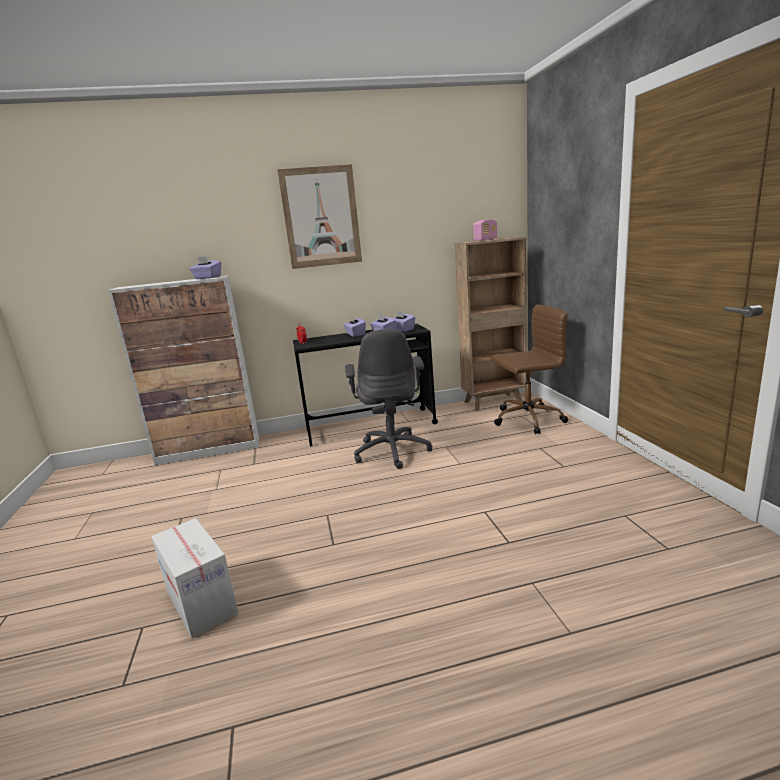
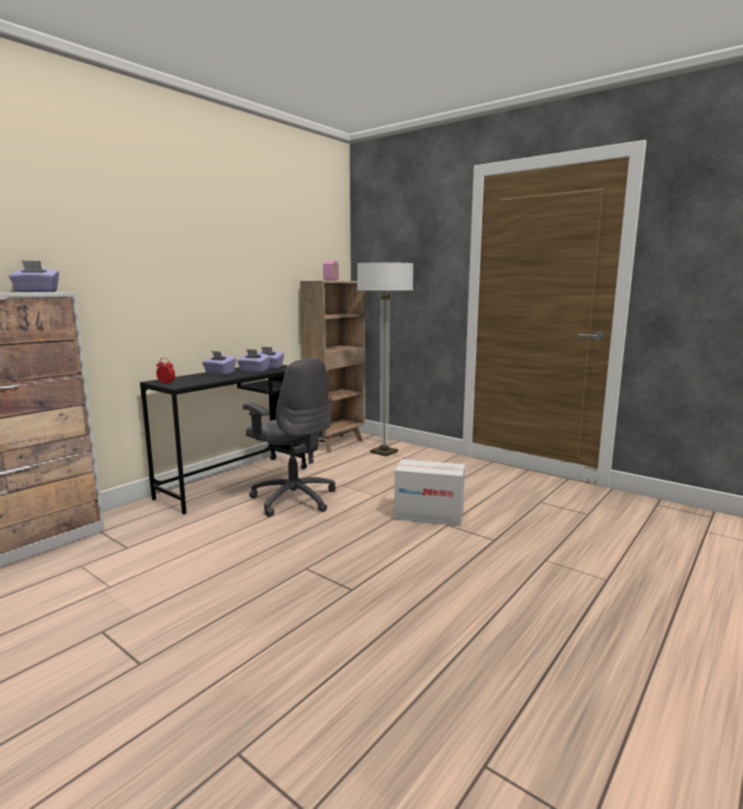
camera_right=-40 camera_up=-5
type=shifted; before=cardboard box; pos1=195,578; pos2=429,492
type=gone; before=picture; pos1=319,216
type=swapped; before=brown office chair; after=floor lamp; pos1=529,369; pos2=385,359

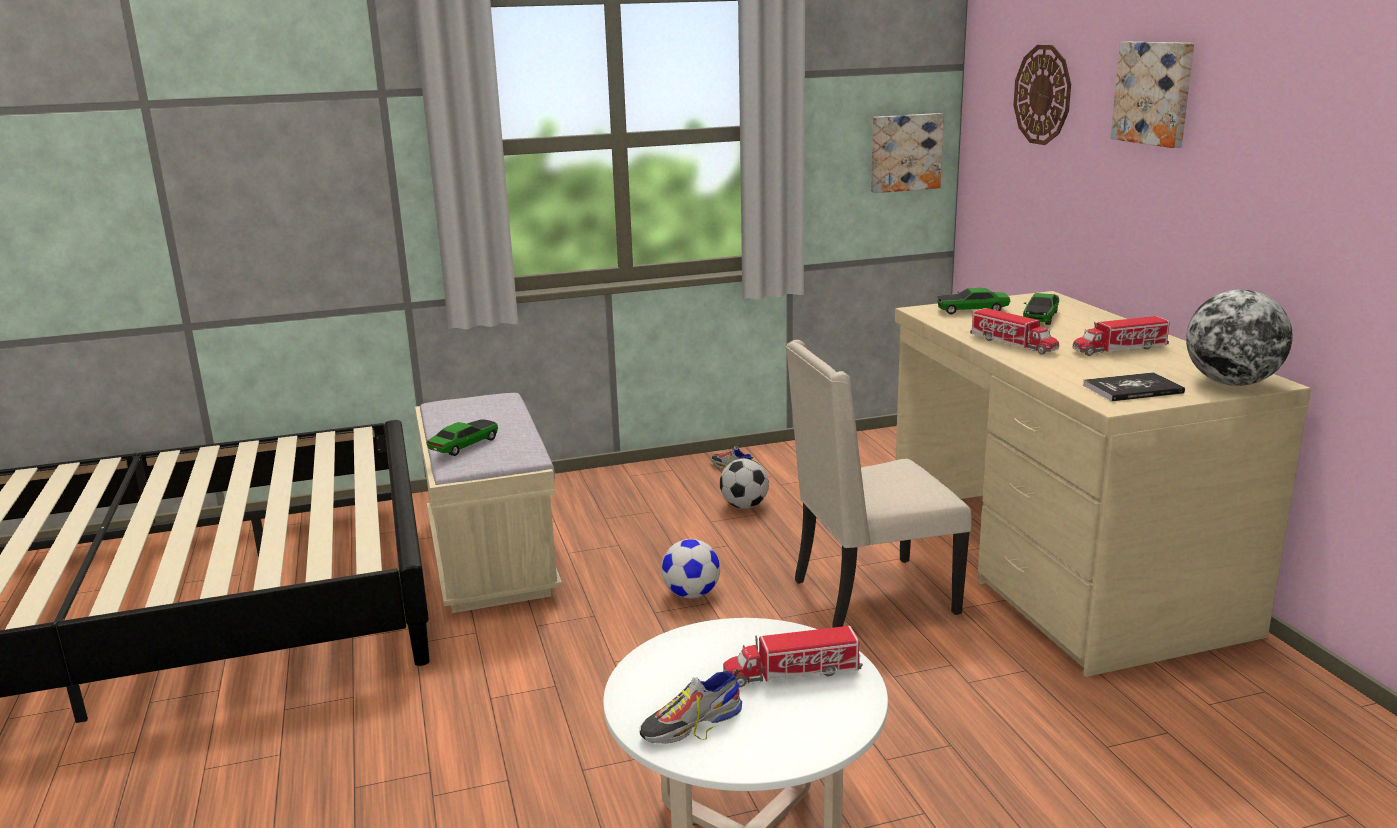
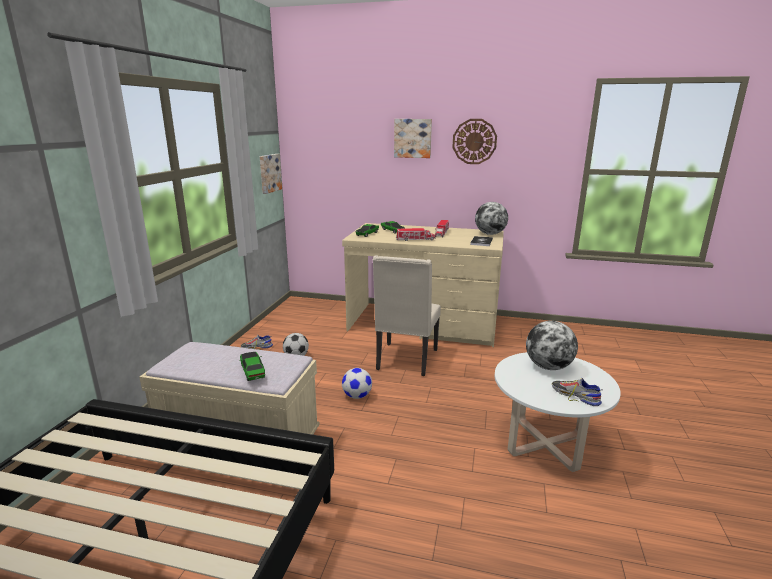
camera_right=-60 camera_up=0
type=rotated; before=shoe; pos1=690,706; pos2=577,392; turn=135
type=swapped; before=toy truck; after=globe; pos1=793,657; pos2=552,345
type=shifted; before=wall clock; pos1=1042,95; pos2=474,141

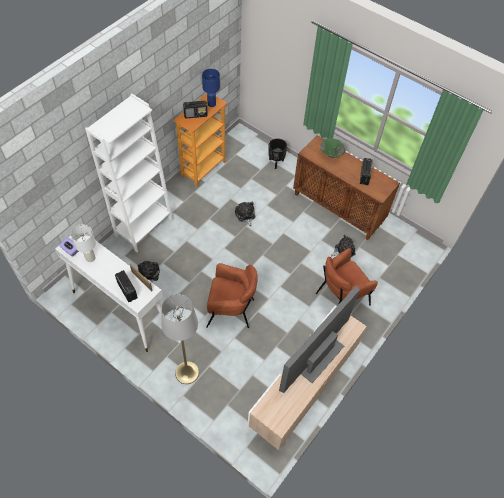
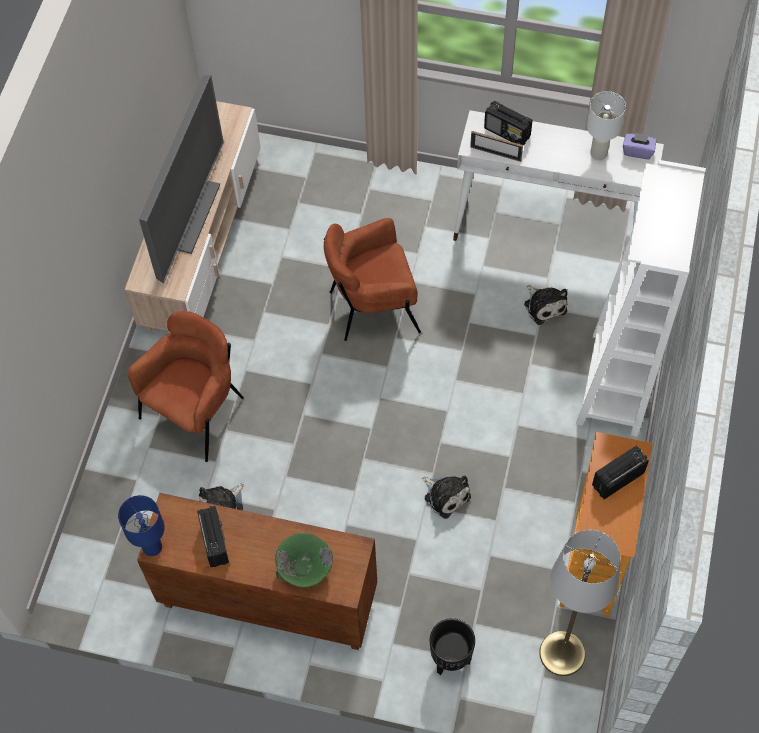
camera_right=160 camera_up=5
type=shifted; before=grey floor lamp; pos1=180,339; pos2=580,603
type=shifted; before=blue table lamp; pos1=211,88; pos2=141,525

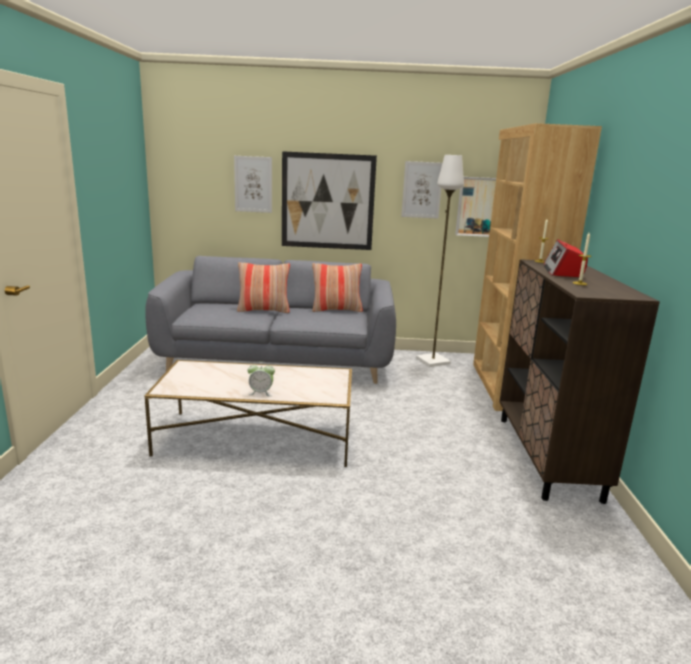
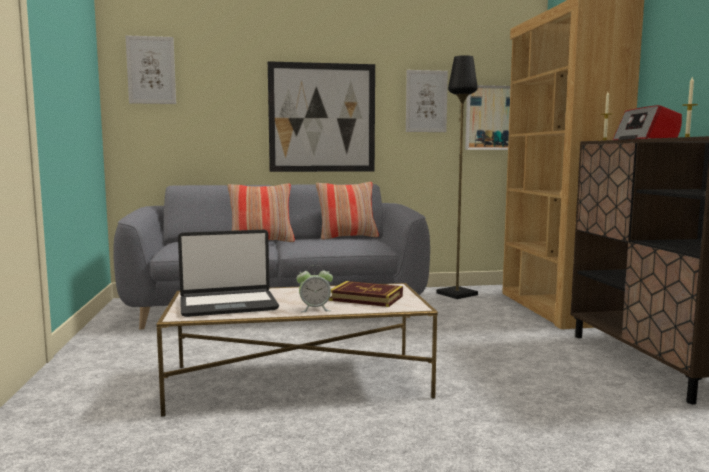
camera_right=-10 camera_up=-10
type=shifted; before=picture; pos1=253,184; pos2=150,69
type=repainted; before=white floor lamp; after=black floor lamp; pos1=440,261; pos2=457,177
type=new; after=laptop; pos2=228,273
type=new; after=book; pos2=366,294

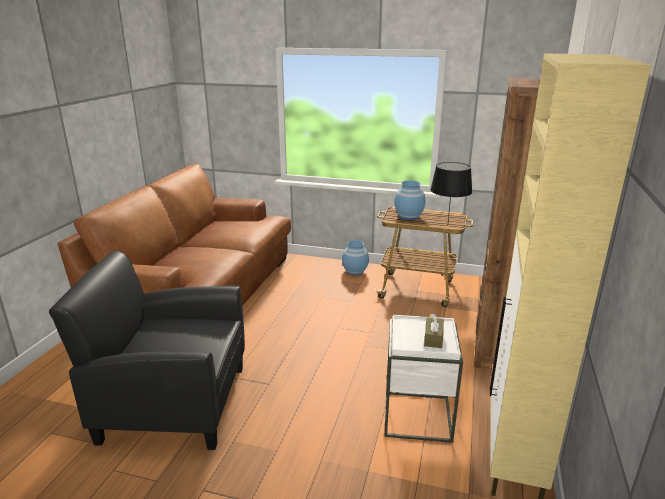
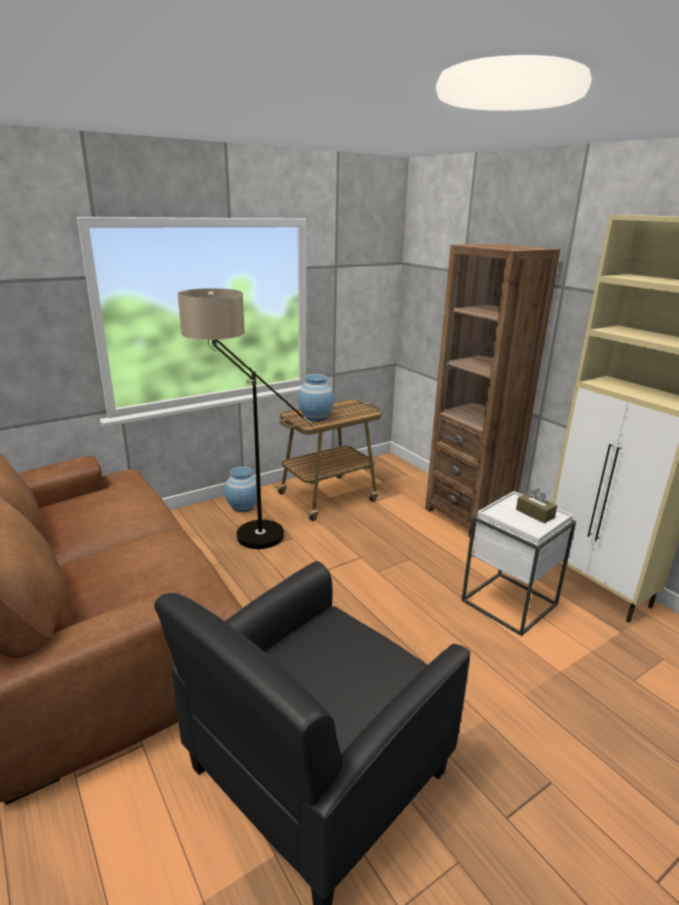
camera_right=-50 camera_up=0
type=gone; before=black table lamp; pos1=451,194
type=new; after=floor lamp; pos2=245,418

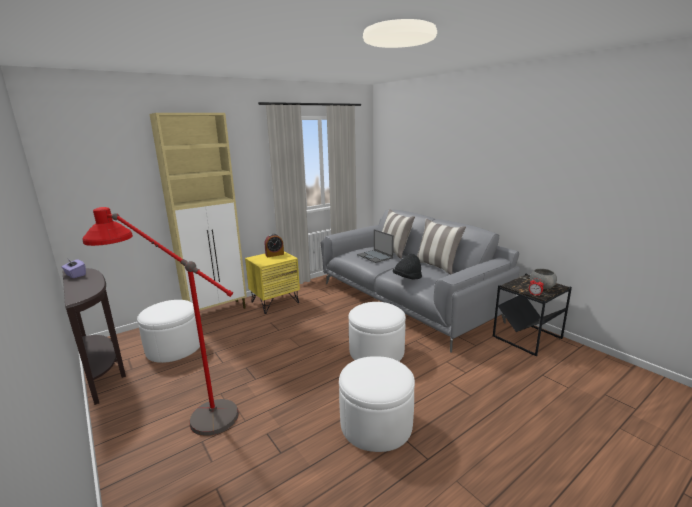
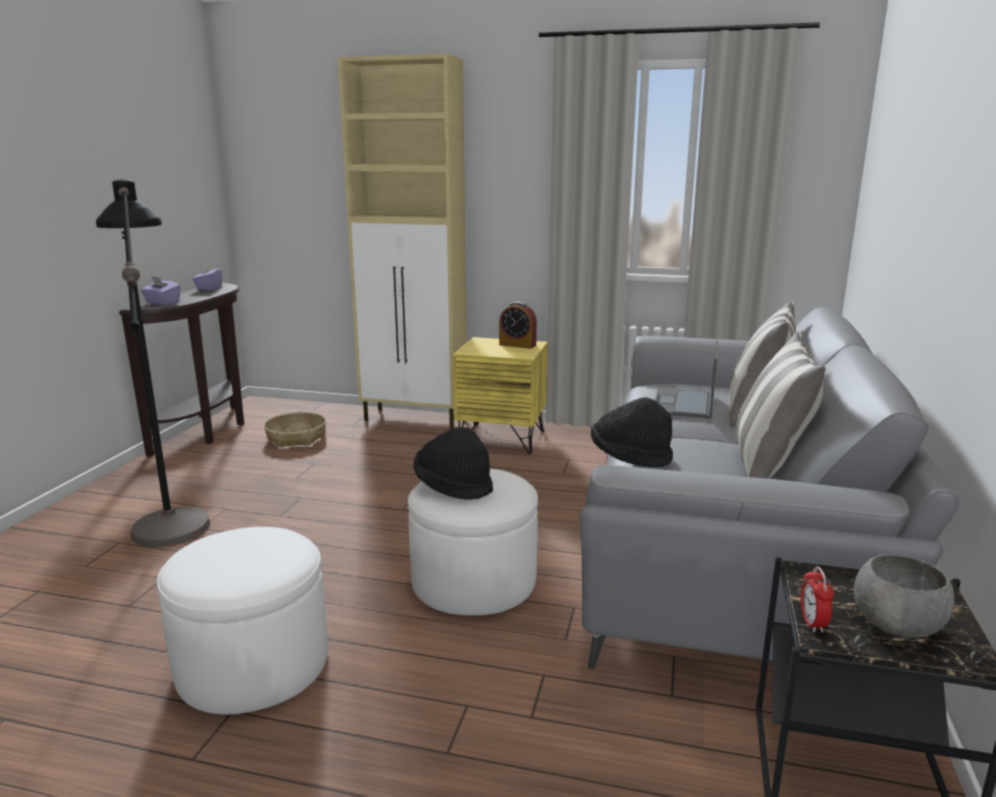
camera_right=50 camera_up=0
type=repainted; before=red floor lamp; after=black floor lamp; pos1=161,321; pos2=153,363
type=swapped; before=white ottoman; after=basket; pos1=168,331; pos2=295,429
type=new; after=purple tissue box; pos2=161,291
type=new; after=black hat; pos2=453,463

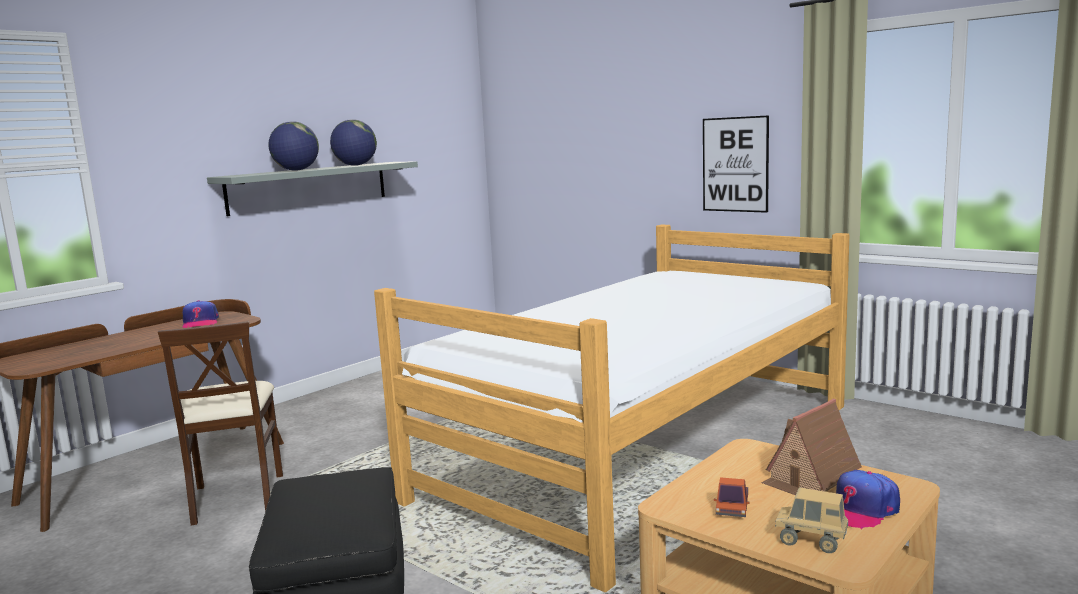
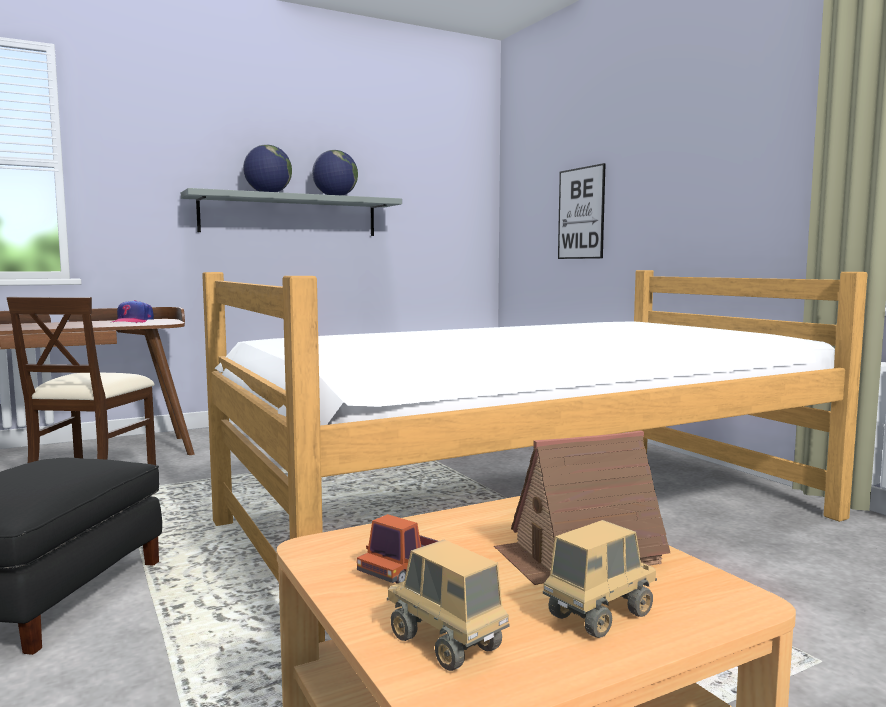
camera_right=20 camera_up=-5
type=shifted; before=picture; pos1=736,164; pos2=582,211
type=swapped; before=cap; after=toy truck; pos1=868,500; pos2=600,579

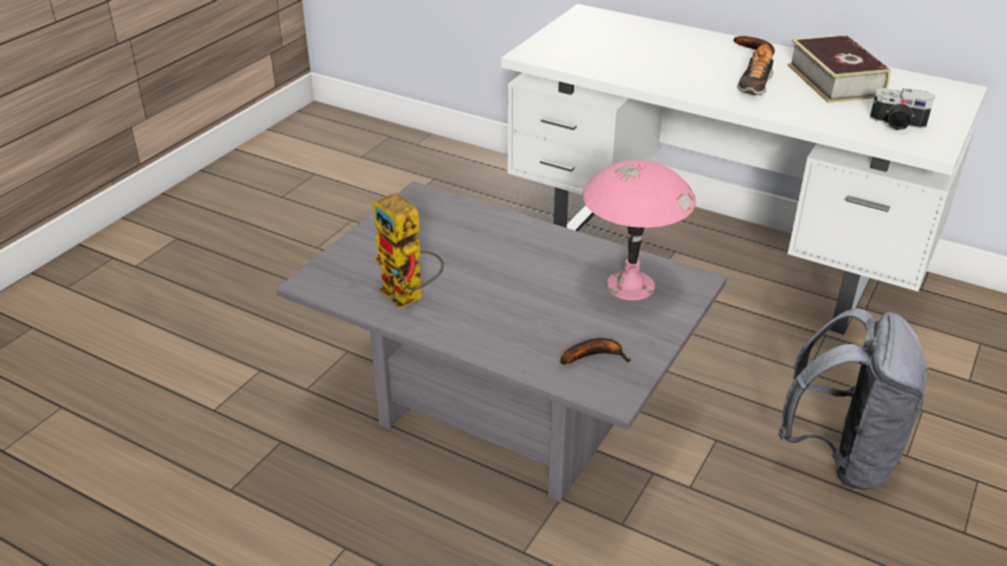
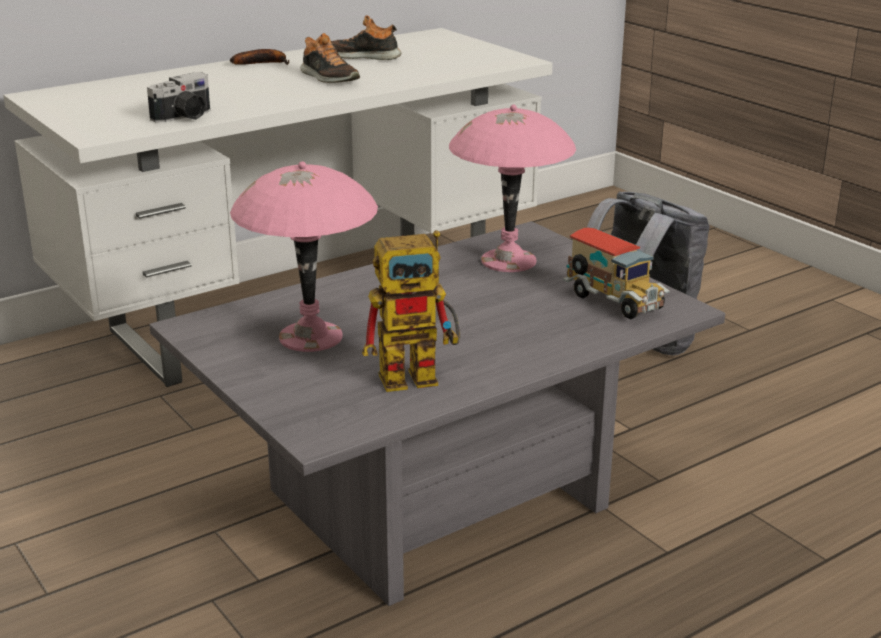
camera_right=-65 camera_up=-10
type=swapped; before=banana; after=toy truck; pos1=595,351; pos2=616,273
type=swapped; before=book; after=shoe; pos1=839,68; pos2=366,37
type=shifted; before=photo camera; pos1=902,109; pos2=178,98
type=new; after=pink table lamp; pos2=304,256

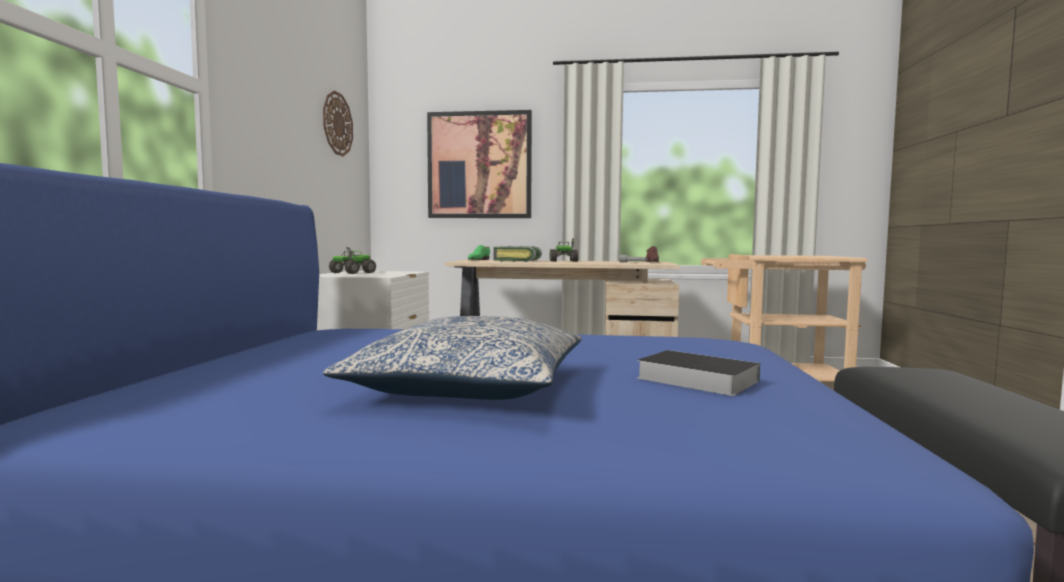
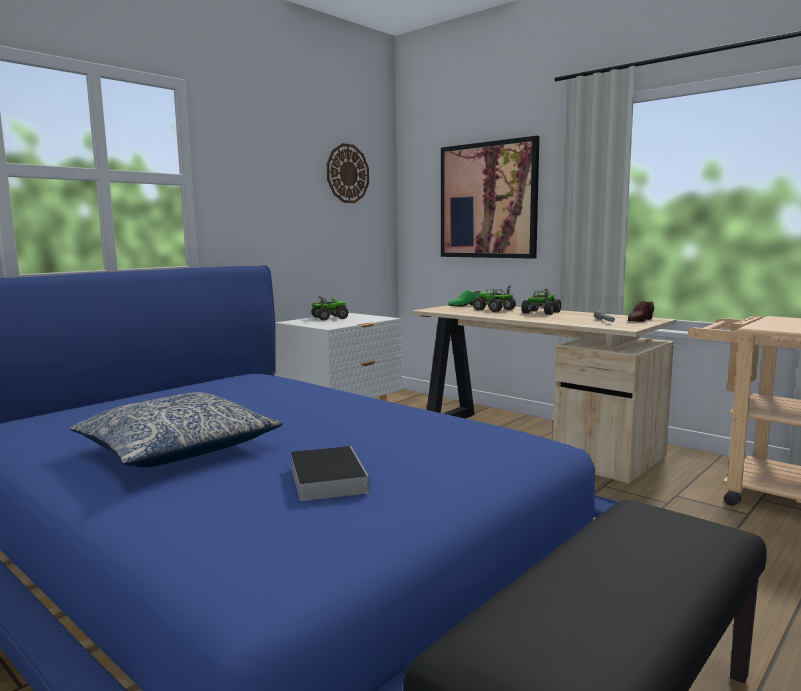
camera_right=35 camera_up=5
type=swapped; before=book; after=toy truck; pos1=517,254; pos2=494,299

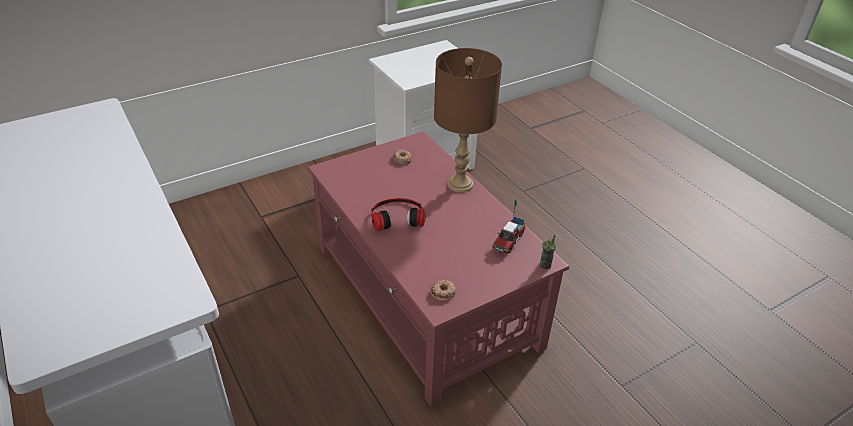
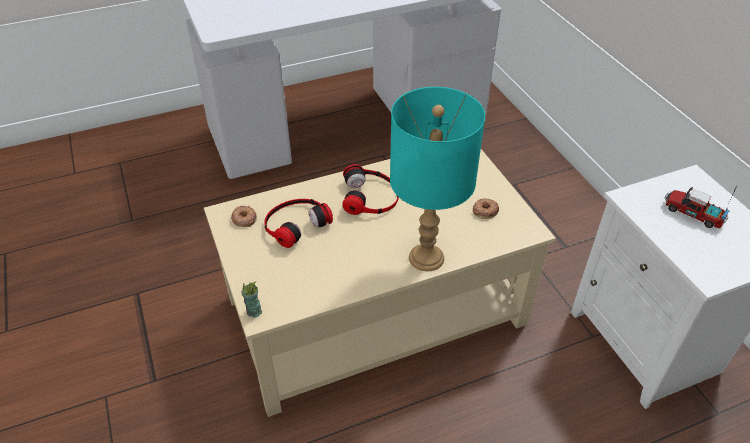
camera_right=100 camera_up=5
type=repainted; before=red coffee table; after=beige coffee table; pos1=438,269; pos2=380,283
type=repainted; before=brown table lamp; after=turquoise table lamp; pos1=468,120; pos2=437,179
type=shifted; before=toy truck; pos1=509,227; pos2=701,206
type=new; after=headphones; pos2=298,223

